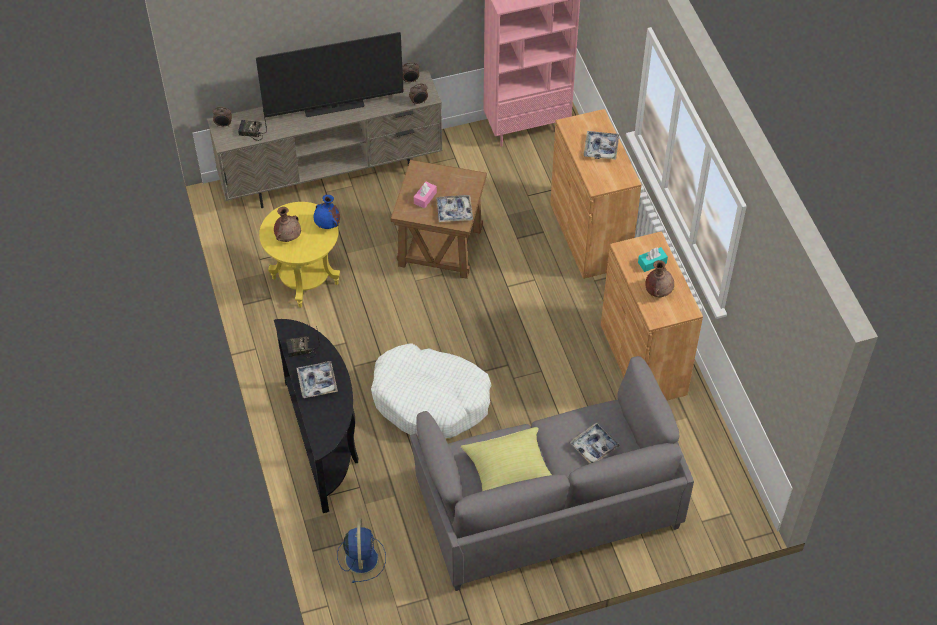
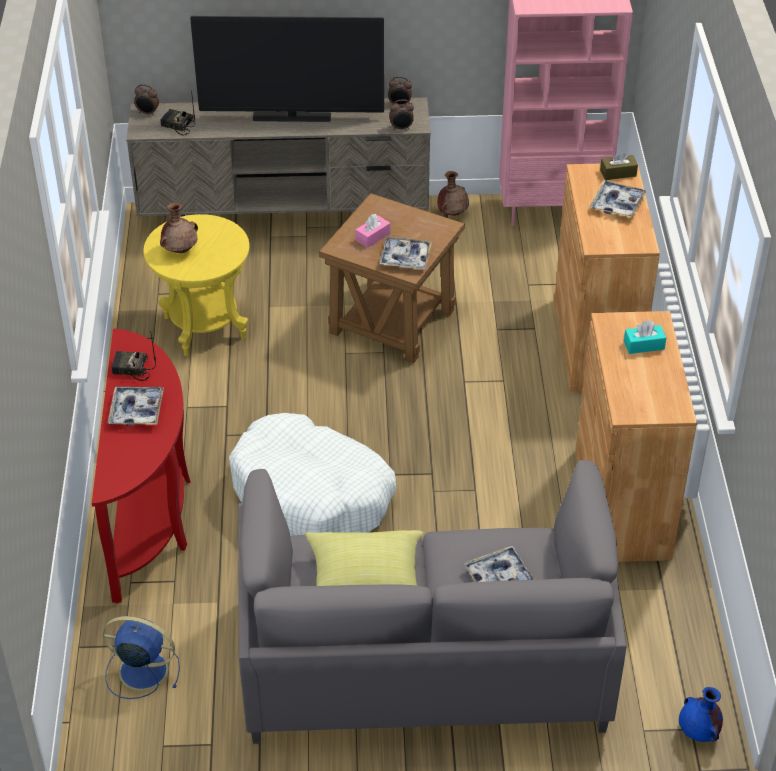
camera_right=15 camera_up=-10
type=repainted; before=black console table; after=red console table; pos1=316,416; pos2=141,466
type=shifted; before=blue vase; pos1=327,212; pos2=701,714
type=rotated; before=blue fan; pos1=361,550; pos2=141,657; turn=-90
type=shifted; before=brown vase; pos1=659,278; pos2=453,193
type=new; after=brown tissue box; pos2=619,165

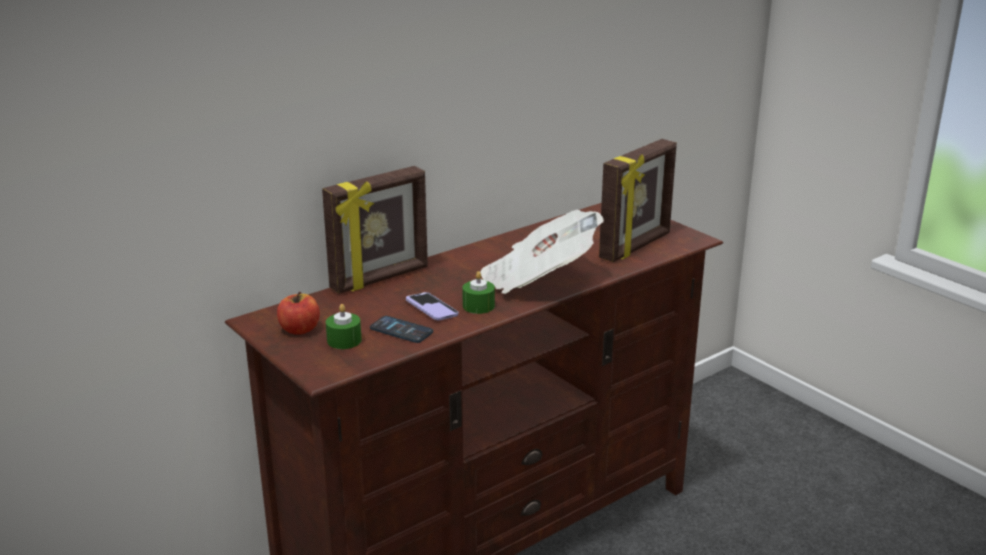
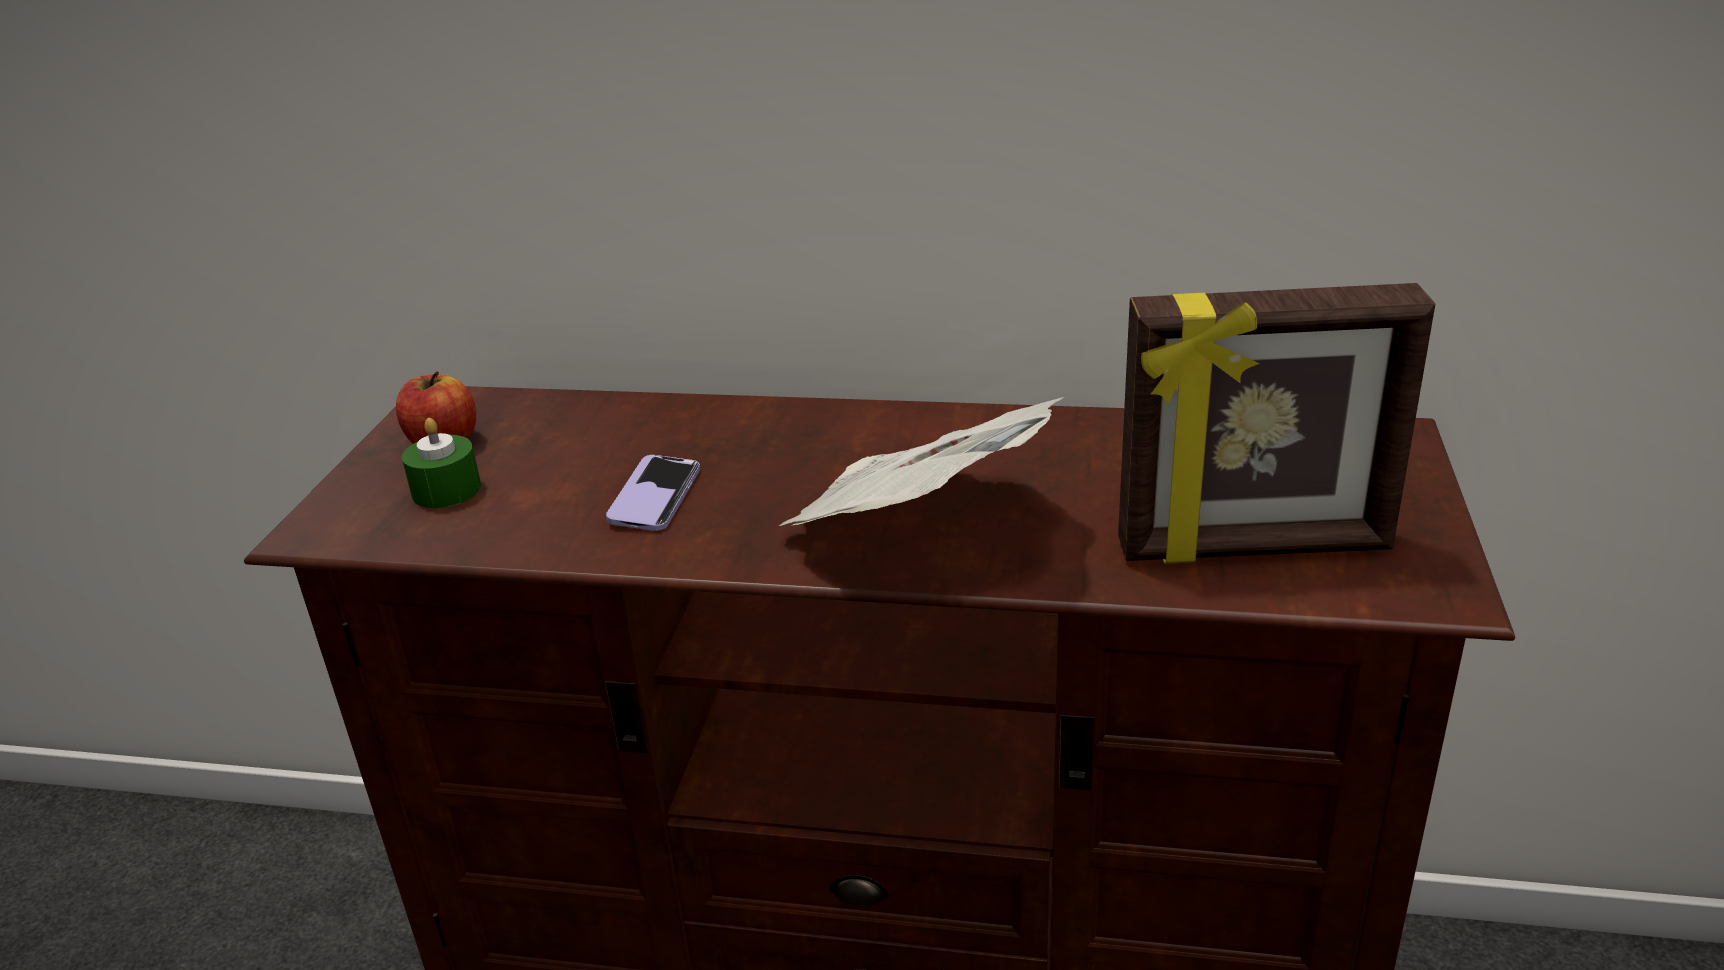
camera_right=50 camera_up=5
type=gone; before=picture frame; pos1=375,230
type=gone; before=phone; pos1=401,329
type=gone; before=green candle; pos1=478,292

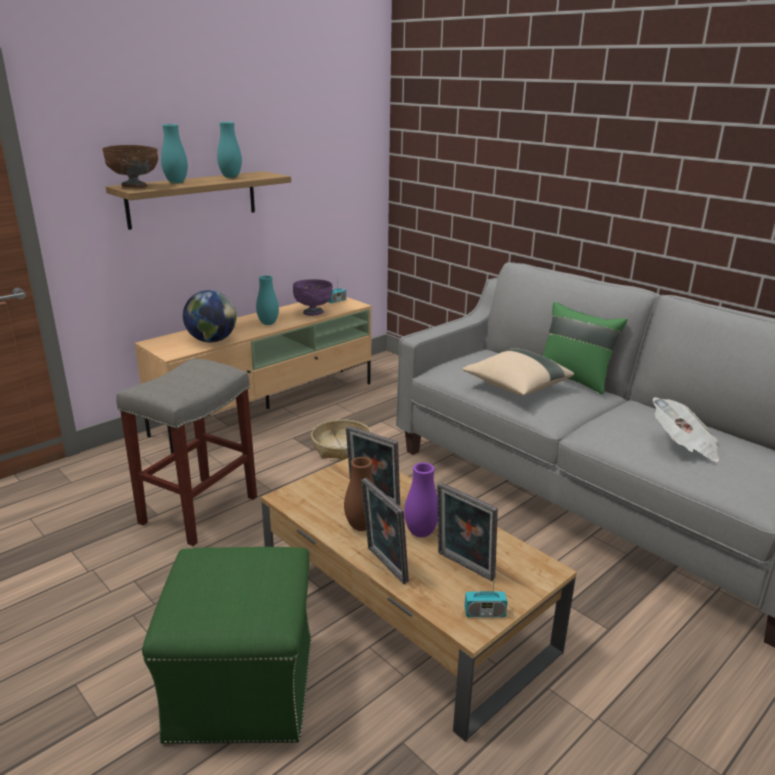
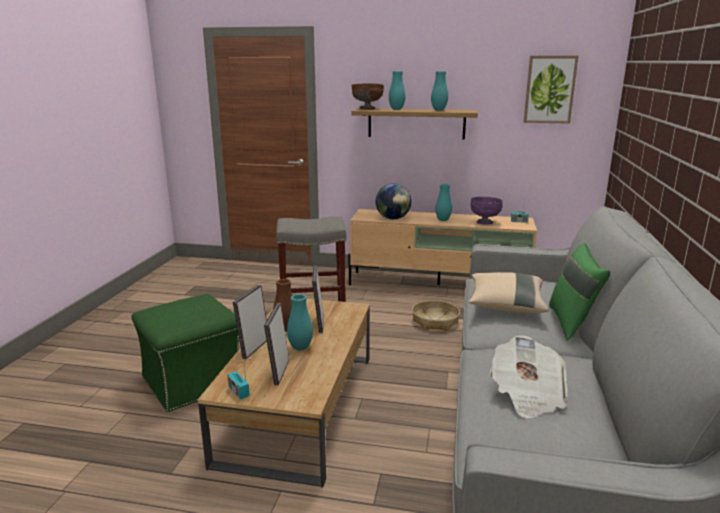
camera_right=55 camera_up=-5
type=repainted; before=purple vase; after=turquoise vase; pos1=421,499; pos2=300,322
type=new; after=picture; pos2=551,90

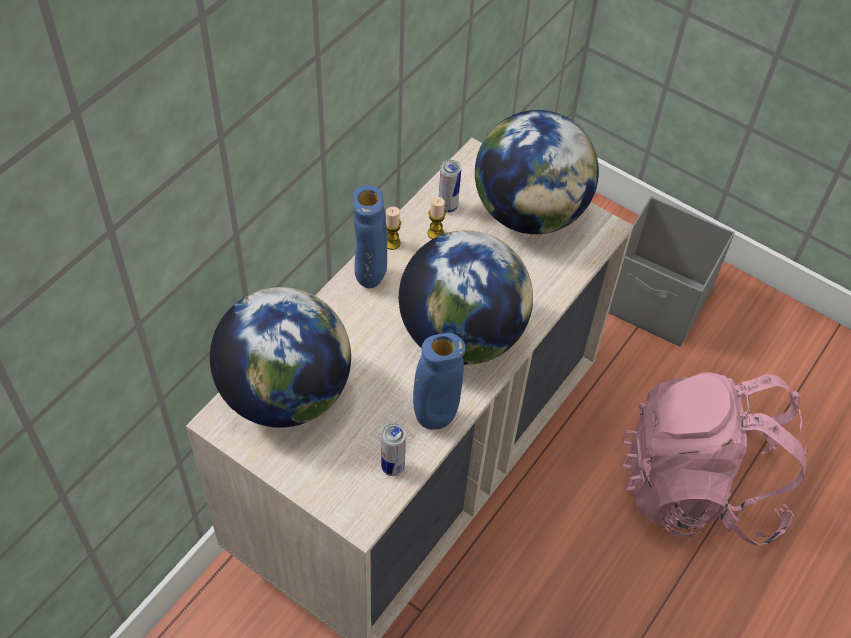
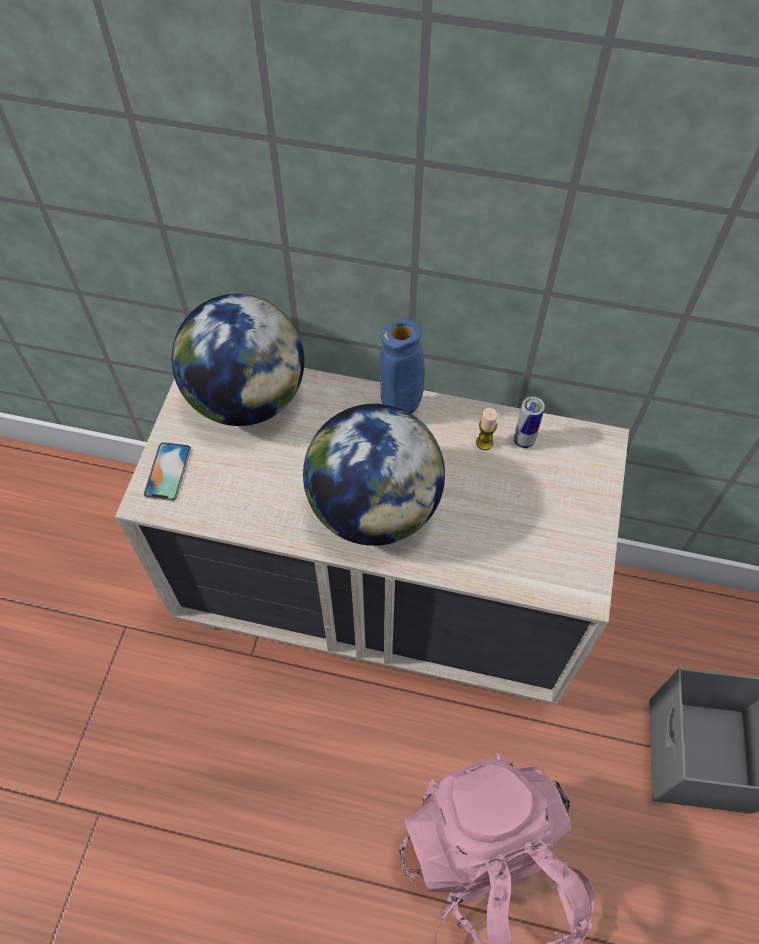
camera_right=70 camera_up=5
type=gone; before=can; pos1=393,449
type=gone; before=candle; pos1=393,228
type=gone; before=blue vase; pos1=439,381
type=gone; before=globe; pos1=537,172
type=new; after=phone; pos2=167,471

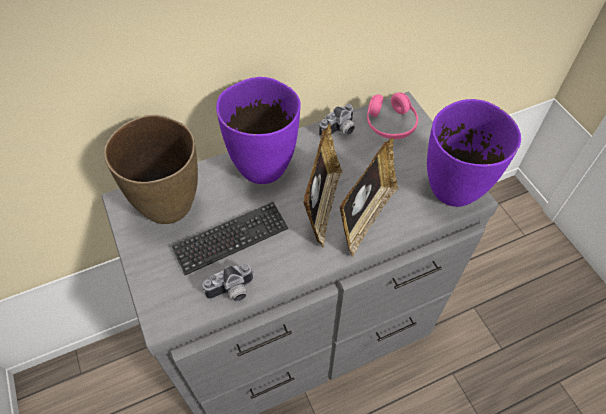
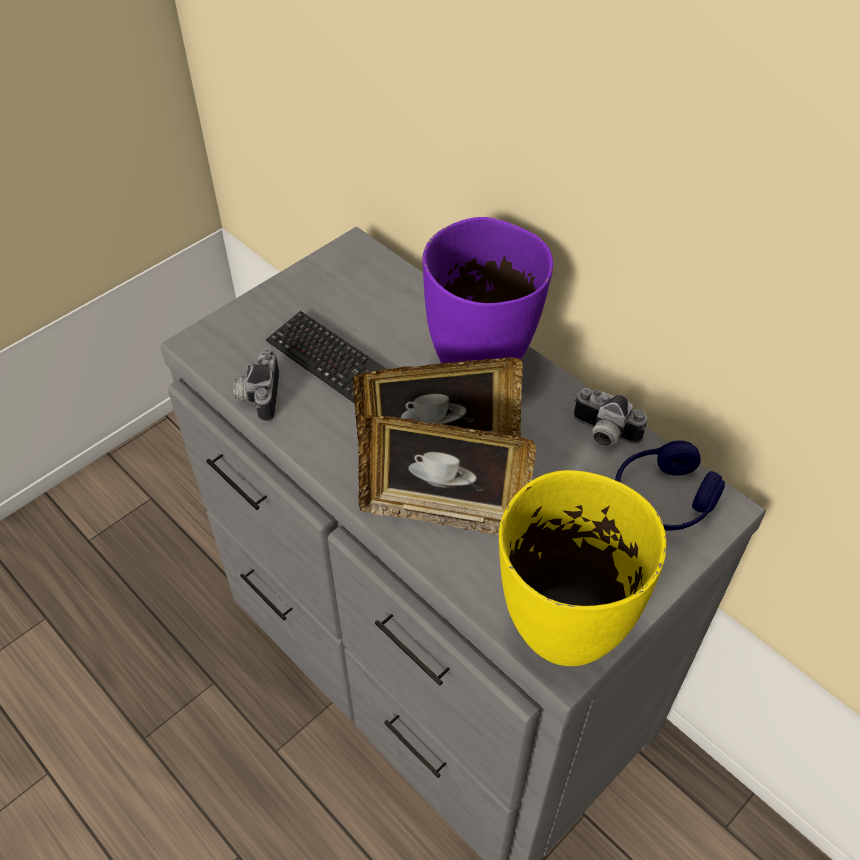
camera_right=70 camera_up=-5
type=gone; before=brown vase; pos1=151,169
type=rotated; before=photo camera; pos1=228,283; pos2=256,384; turn=45
type=repainted; before=pink headphones; after=blue headphones; pos1=392,115; pos2=670,485
type=repainted; before=purple vase; after=yellow vase; pos1=474,153; pos2=583,568

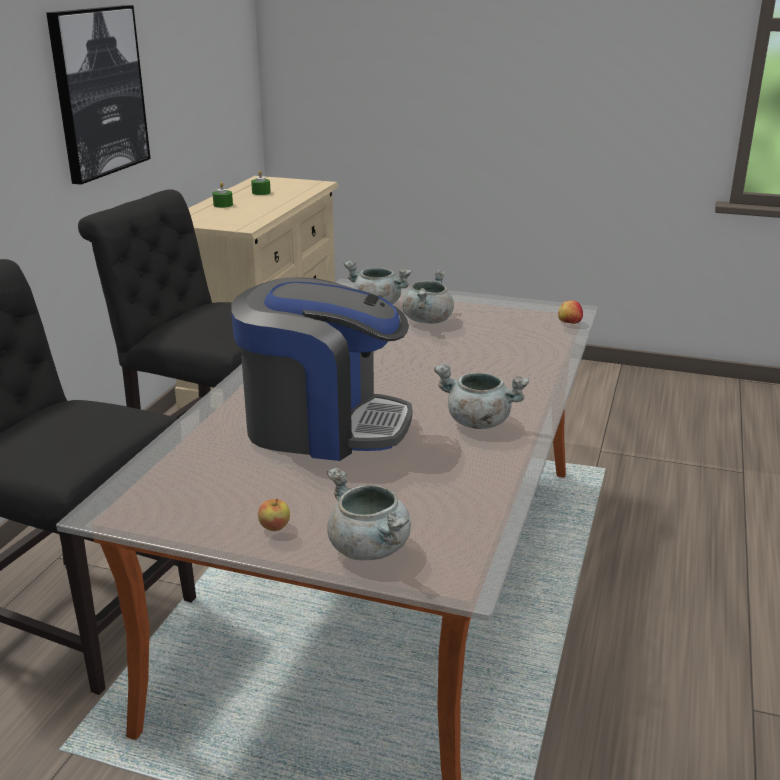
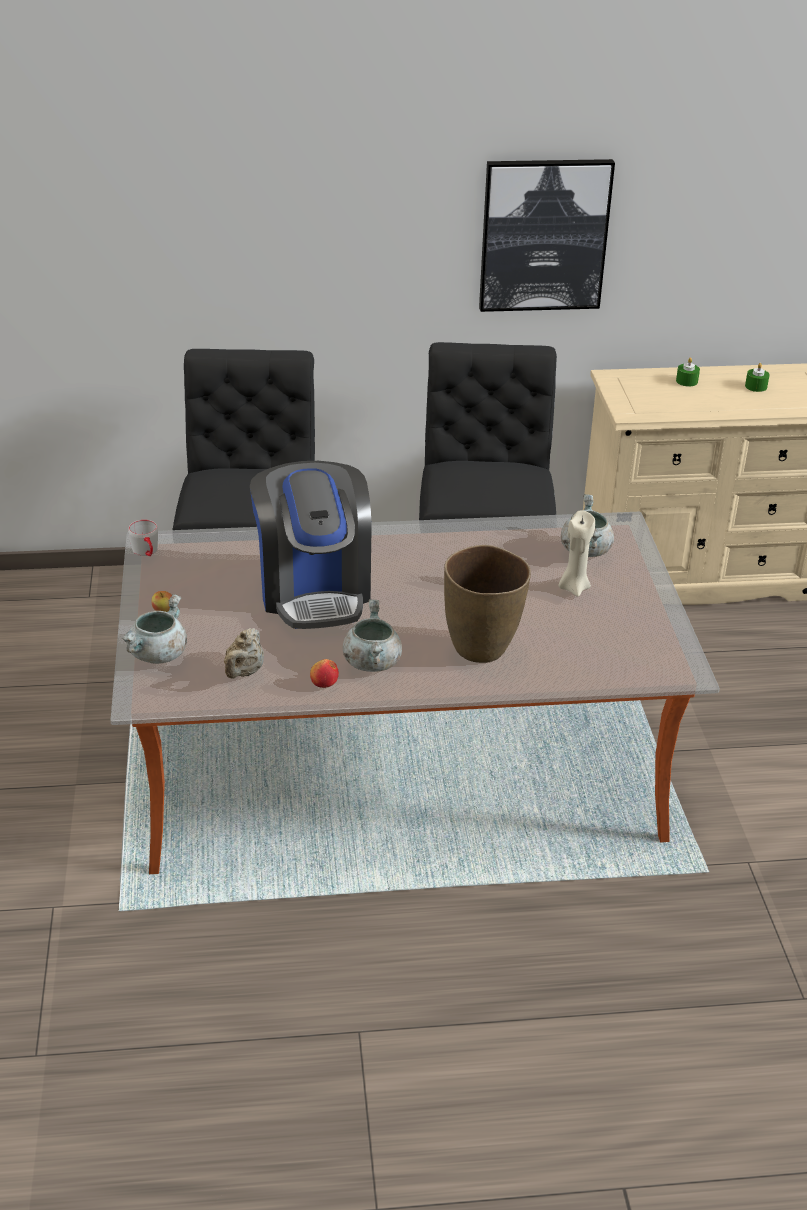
camera_right=65 camera_up=10
type=swapped; before=grey cooking pot; after=beige candle; pos1=428,296; pos2=577,554
type=shifted; before=apple; pos1=570,312; pos2=324,673
type=new; after=grey mug; pos2=143,538
type=new; after=beige teapot; pos2=244,653
type=new; after=brown vase; pos2=487,604

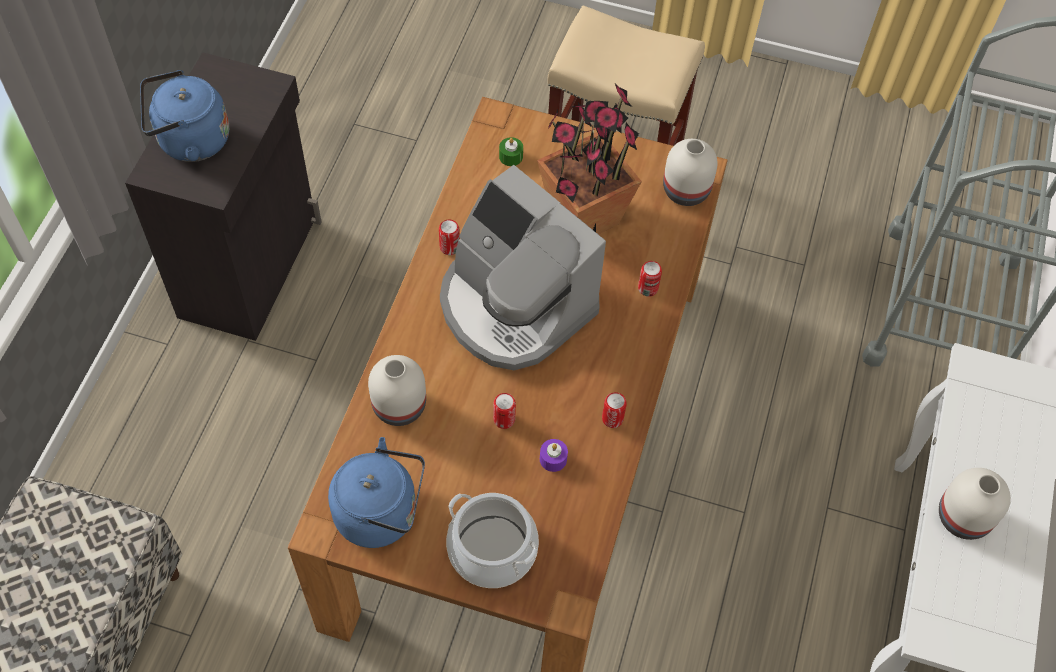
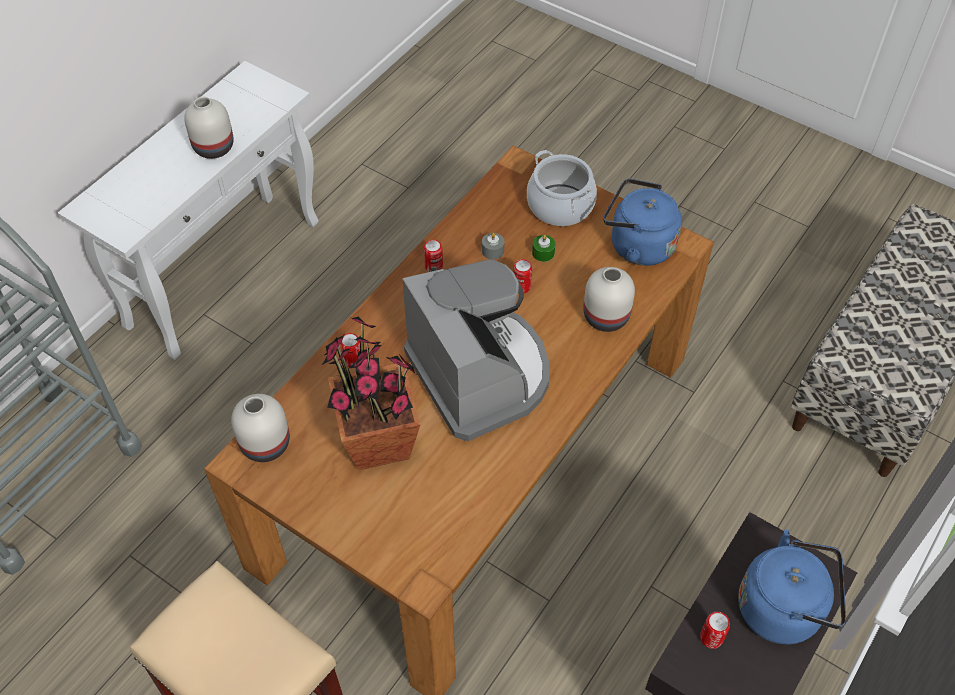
camera_right=-160 camera_up=-5
type=shifted; before=can; pos1=449,237; pos2=715,630
type=shifted; before=green candle; pos1=511,151; pos2=543,248
type=repainted; before=purple candle; after=grey candle; pos1=554,455; pos2=493,246

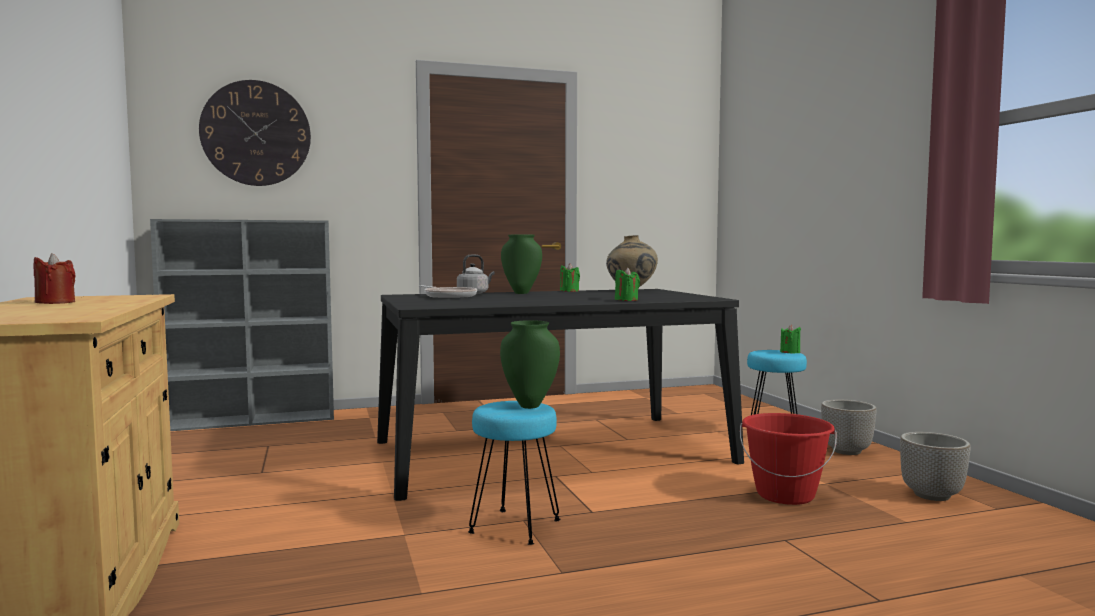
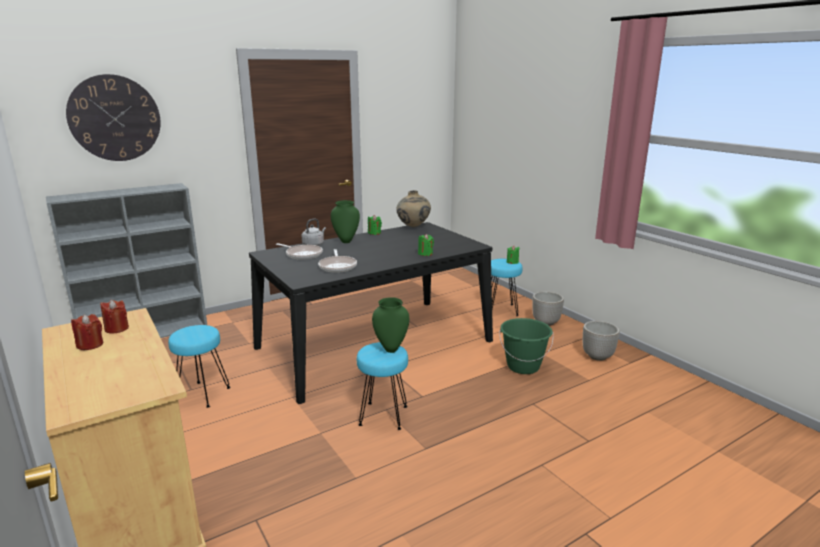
camera_right=-15 camera_up=15
type=repainted; before=red bucket; after=green bucket; pos1=788,459; pos2=526,346
type=new; after=red candle; pos2=114,316
type=new; after=turquoise stool; pos2=199,366
type=new; after=frying pan; pos2=337,261

